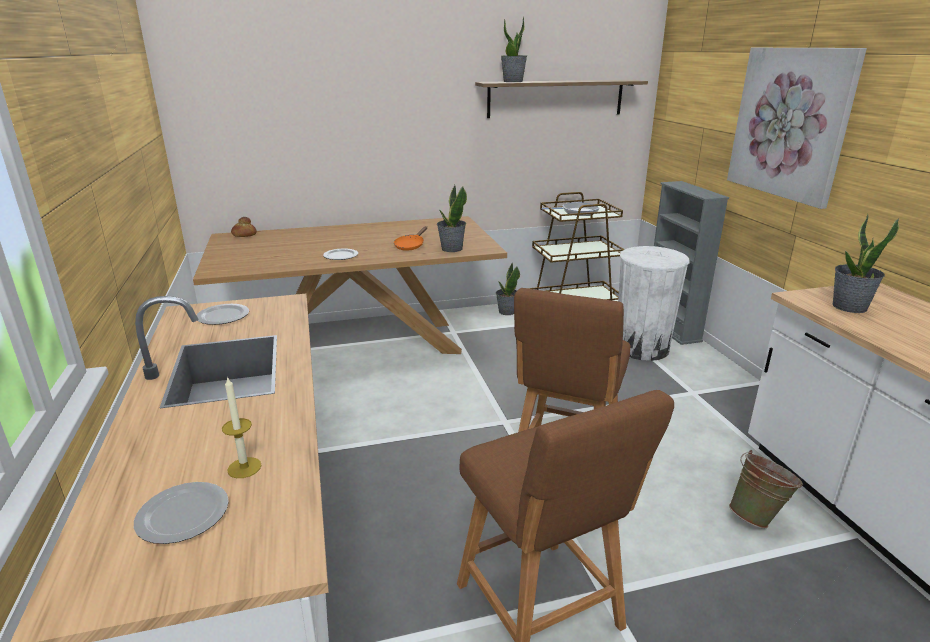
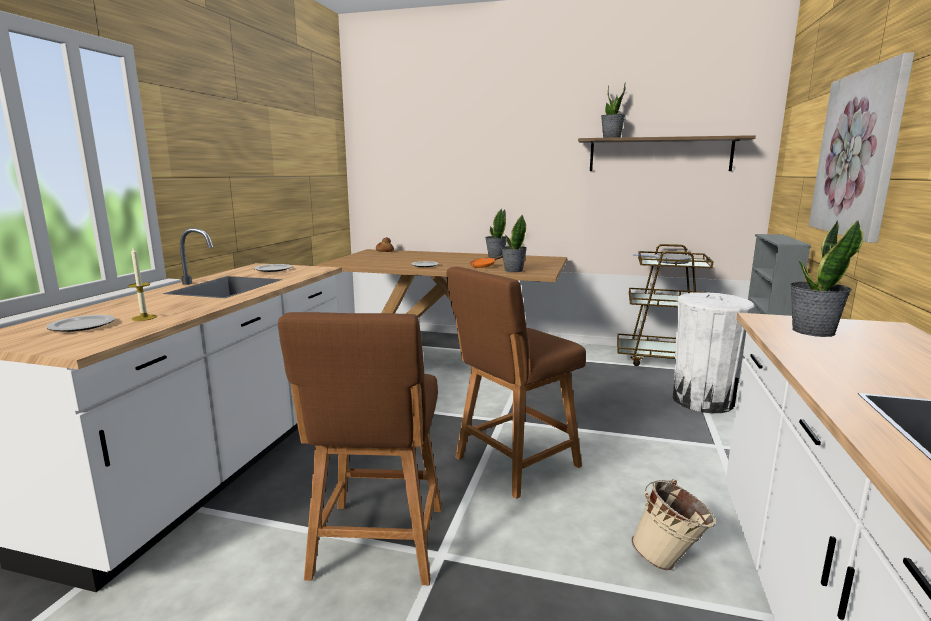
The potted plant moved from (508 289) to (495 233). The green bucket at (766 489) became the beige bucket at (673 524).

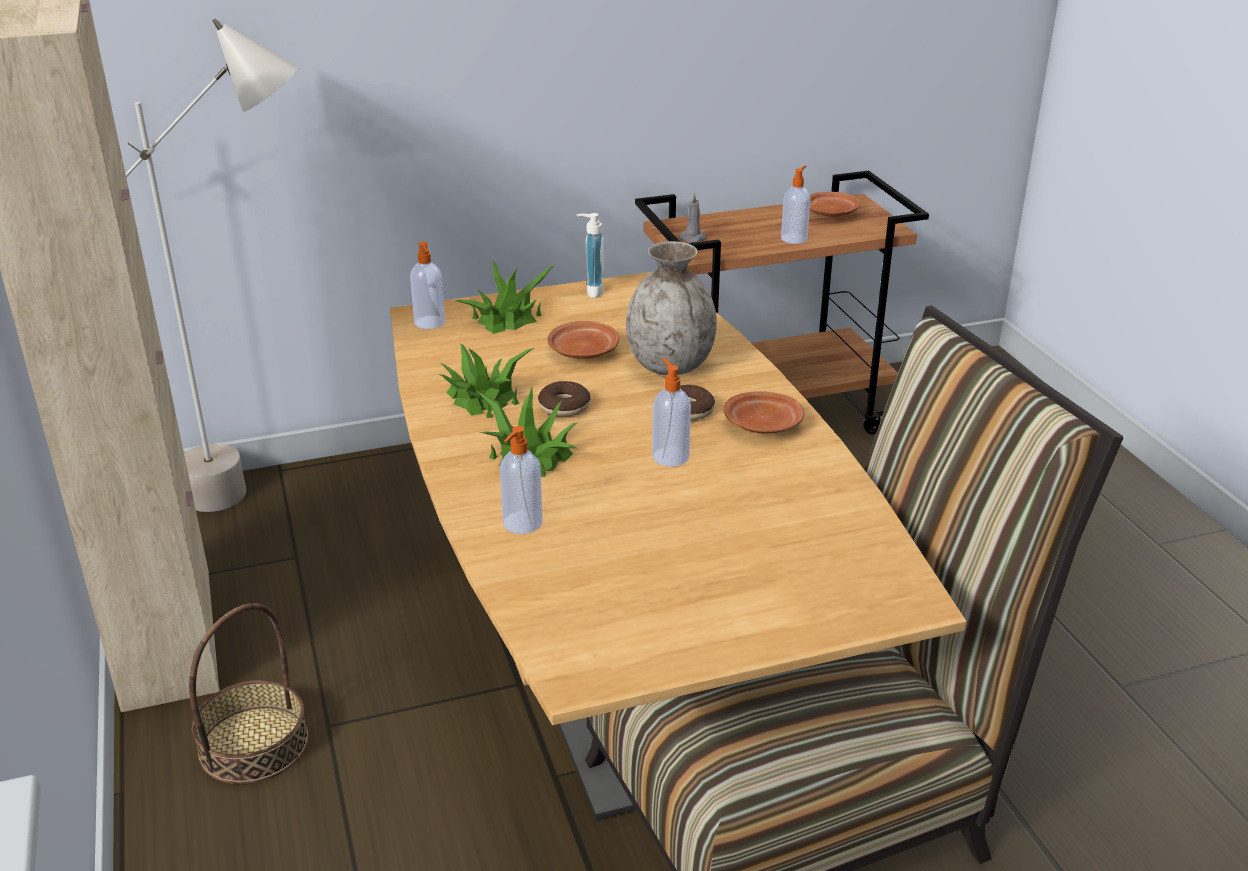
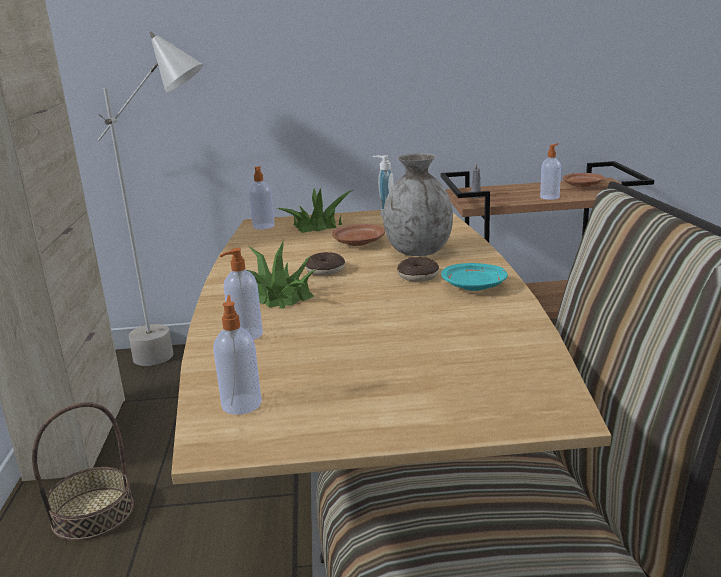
The potted plant at (486 380) disappeared. The soap dispenser moved from (671 412) to (237 355). The brown plate at (763 412) became the turquoise plate at (474 277).

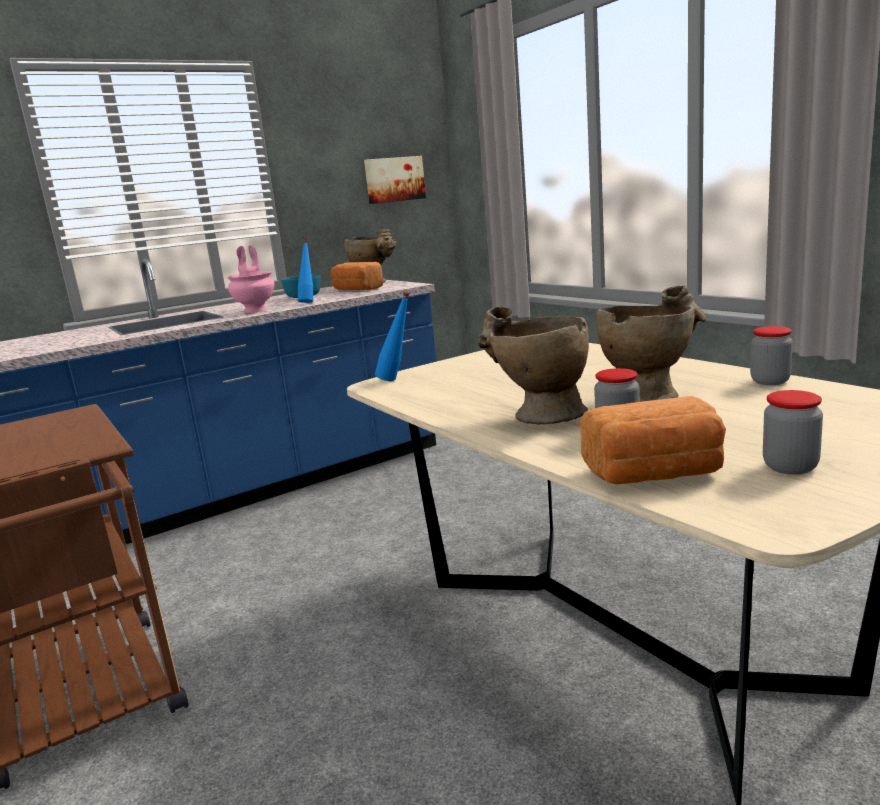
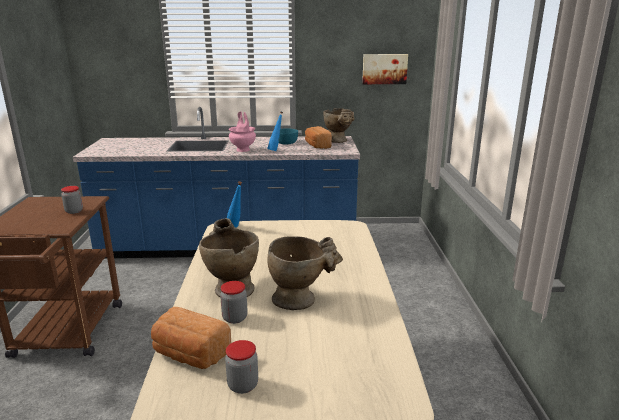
The jar moved from (771 355) to (72 200).

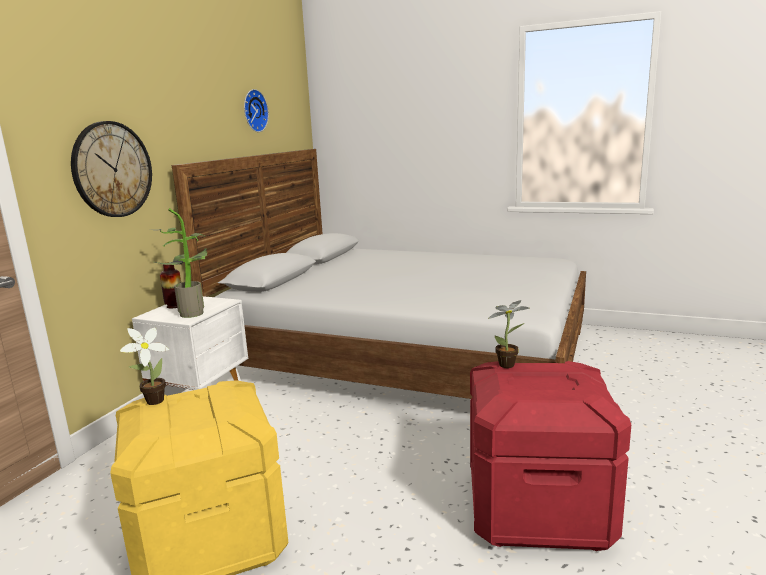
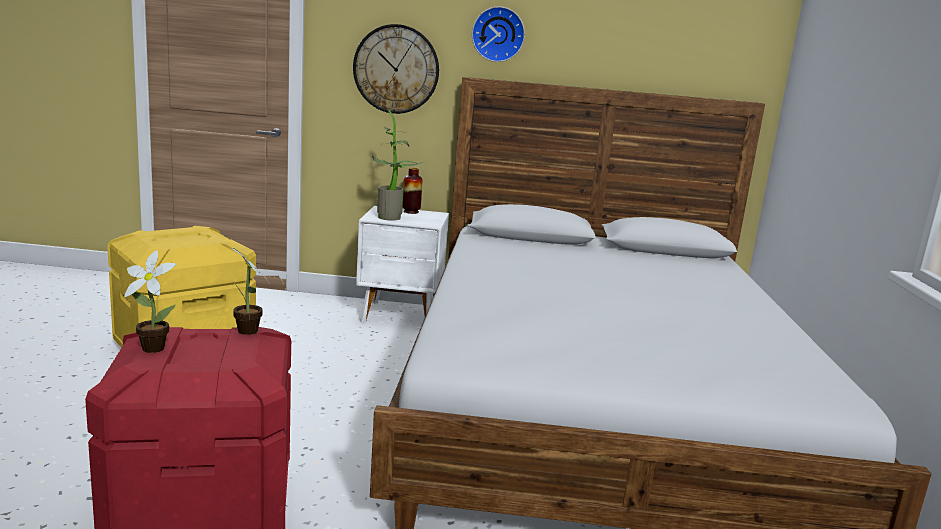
The potted plant moved from (144 366) to (150 301). The wall clock moved from (256 110) to (498 34).

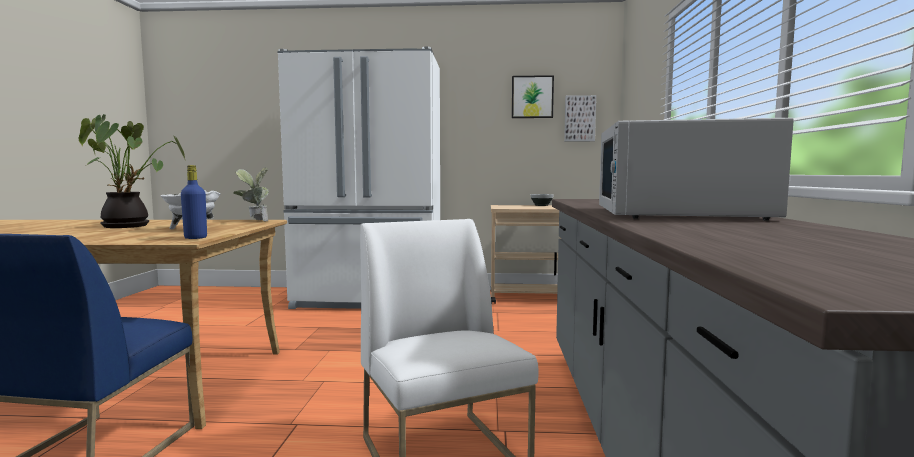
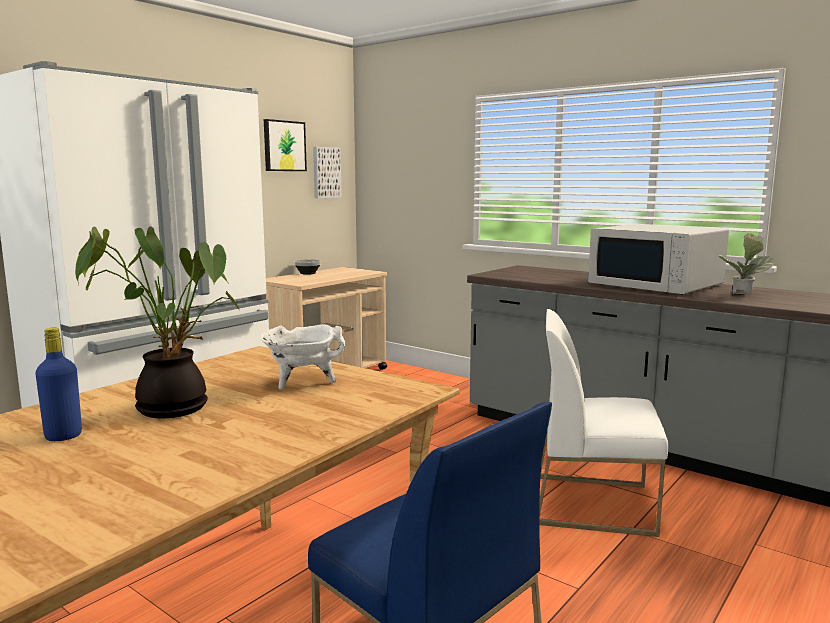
The blue bottle moved from (194 202) to (58 384). The potted plant moved from (251 195) to (746 263).

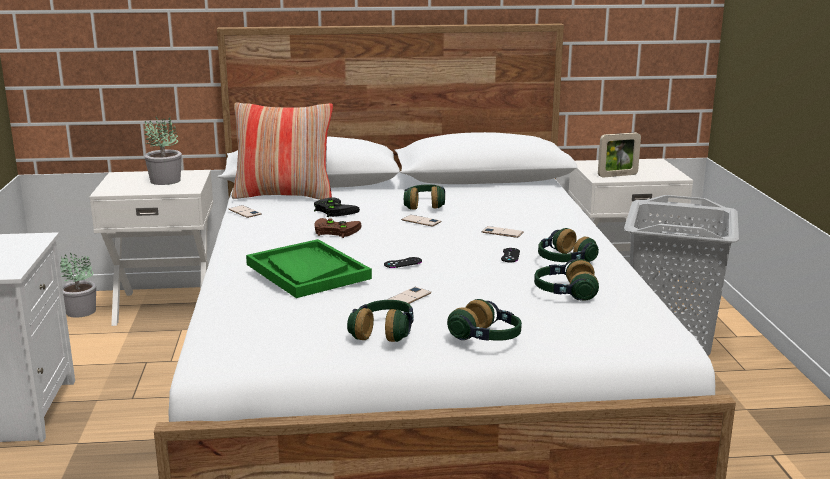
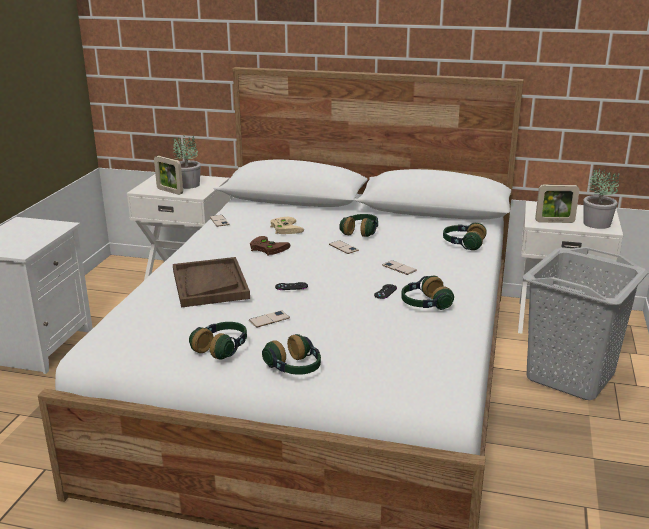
The potted plant moved from (78 285) to (601 198). The pillow at (282 151) disappeared. The green tray at (309 268) became the brown tray at (211 282). The black game controller at (337 207) became the beige game controller at (287 225). The headphones moved from (566 280) to (465 236). The picture frame at (168 175) appeared.

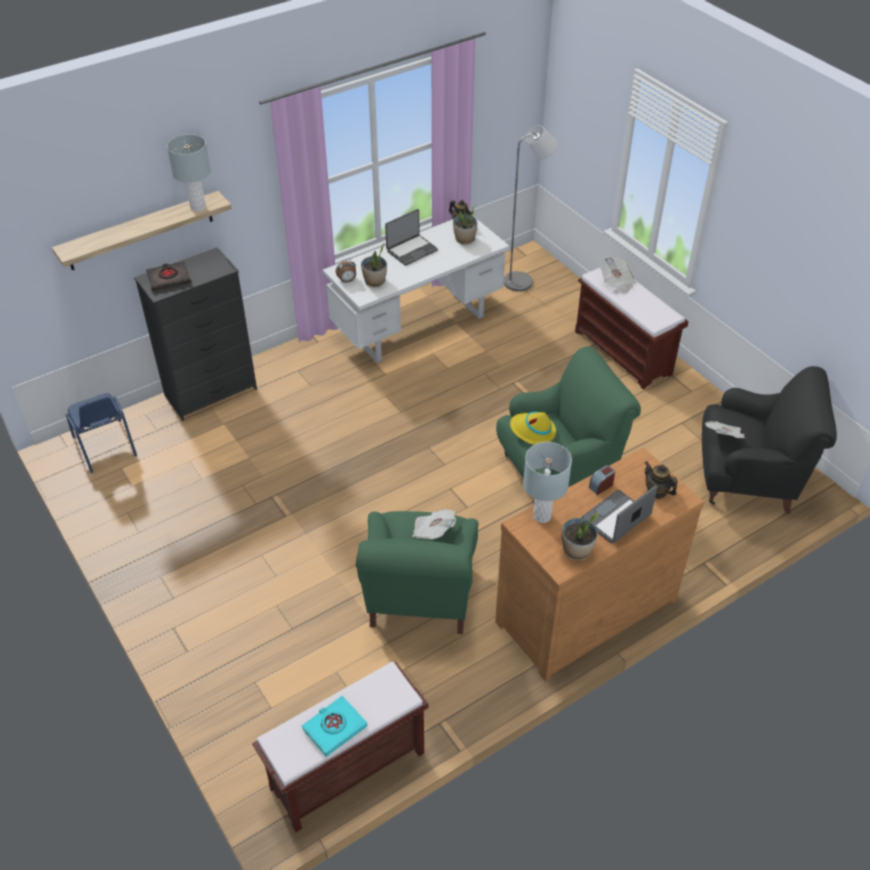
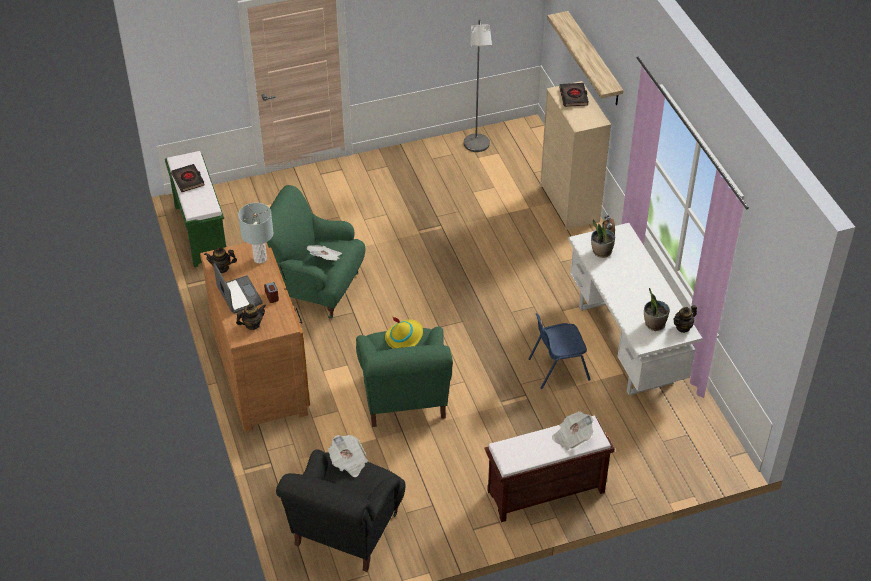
The blue chair moved from (101 433) to (559 351). The black dresser at (195 334) became the beige dresser at (575 155). The grey table lamp at (189 173) disappeared. The brown bench at (340 746) became the green bench at (195 209). The turquoise book at (334 726) became the black book at (188 178). The laptop at (411 237) disappeared. The grey floor lamp moved from (530 208) to (478 86). The potted plant at (581 536) was replaced by the teapot at (220 260).

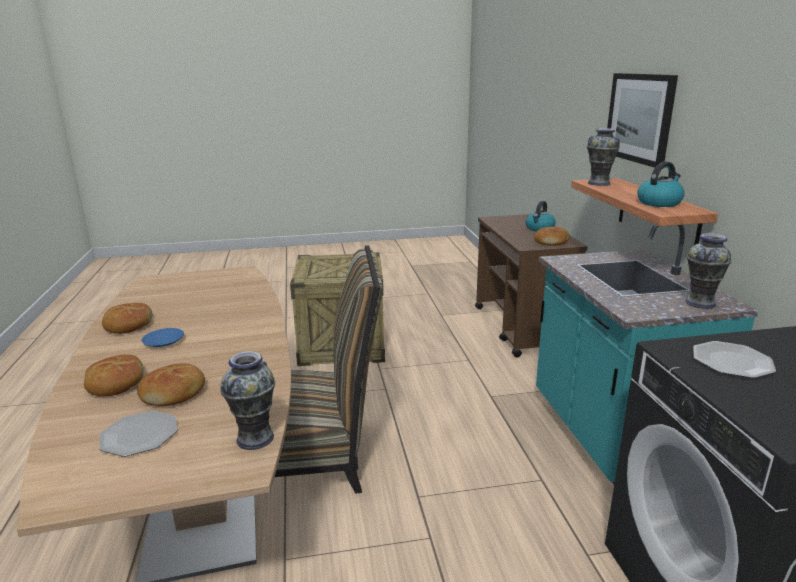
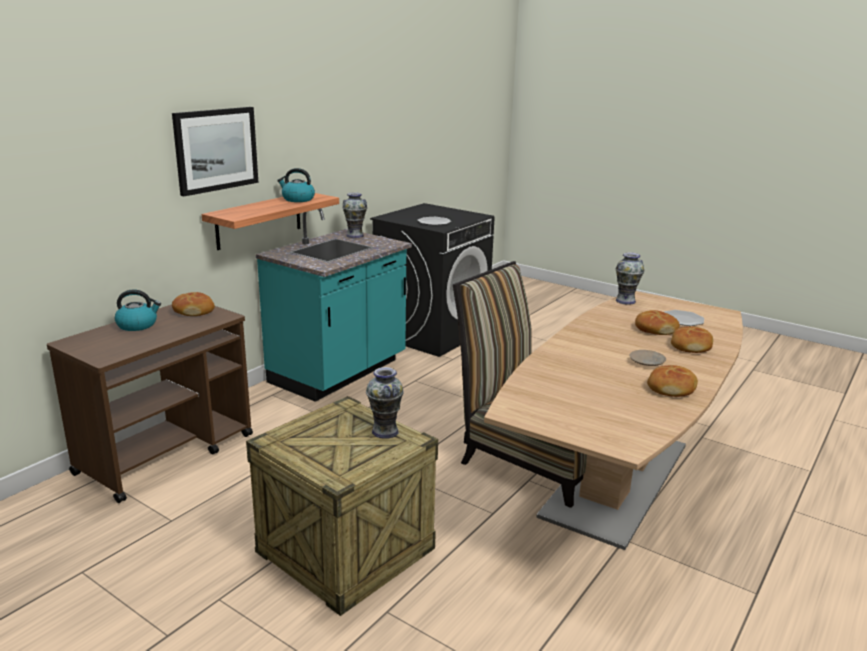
The blue plate at (162 337) became the beige plate at (647 358). The vase moved from (603 157) to (385 403).

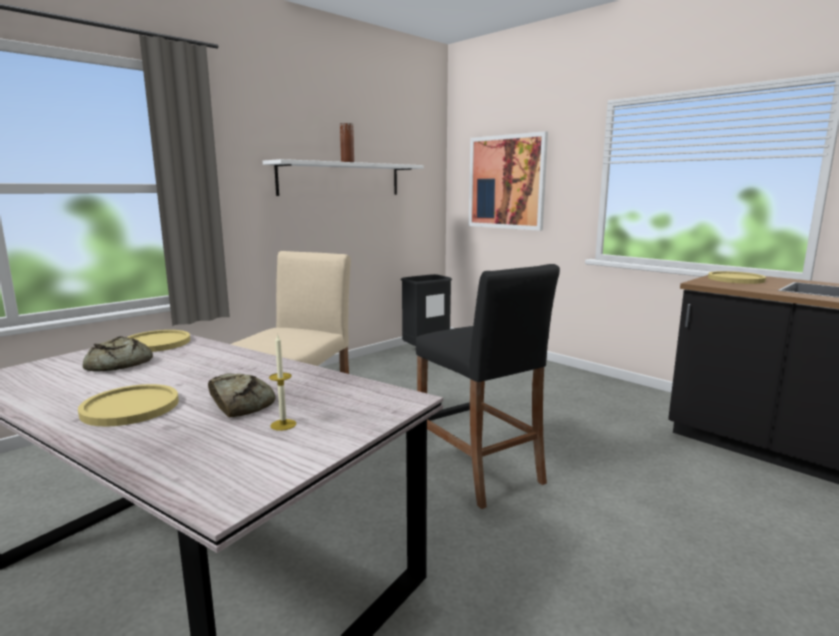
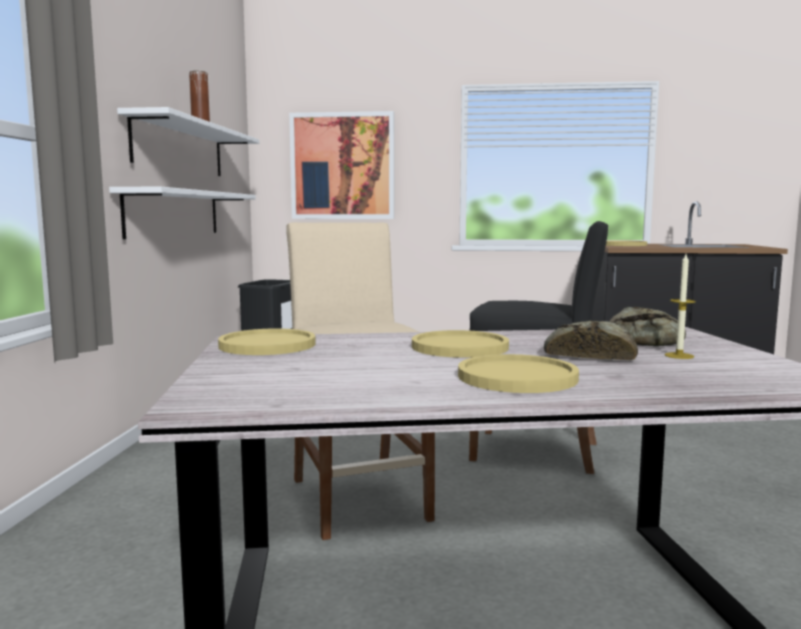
The bread moved from (118 353) to (648 326). The white shelf at (182 213) appeared. The yellow plate at (460 344) appeared.

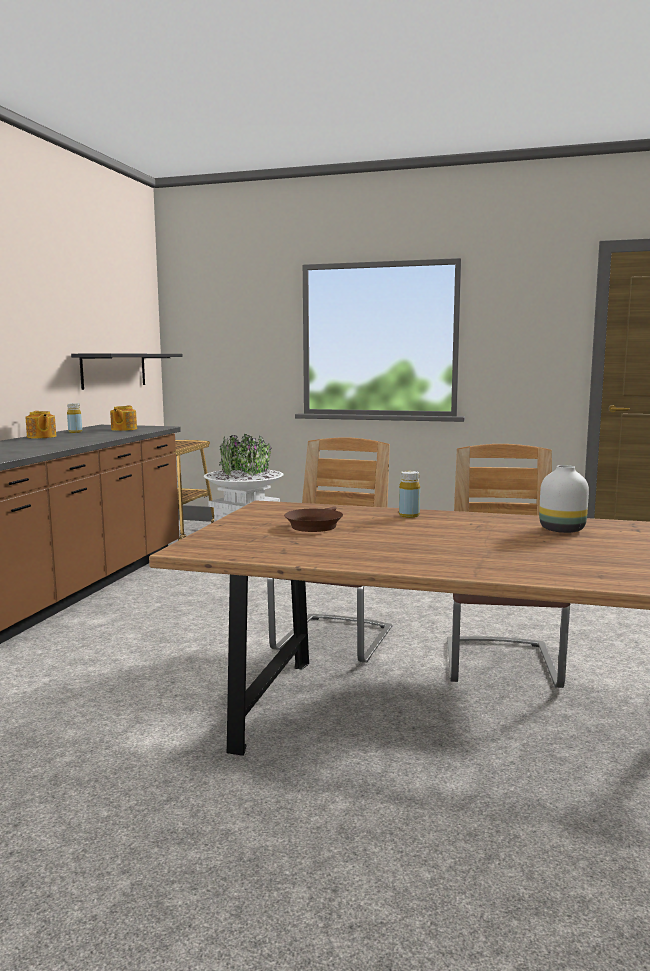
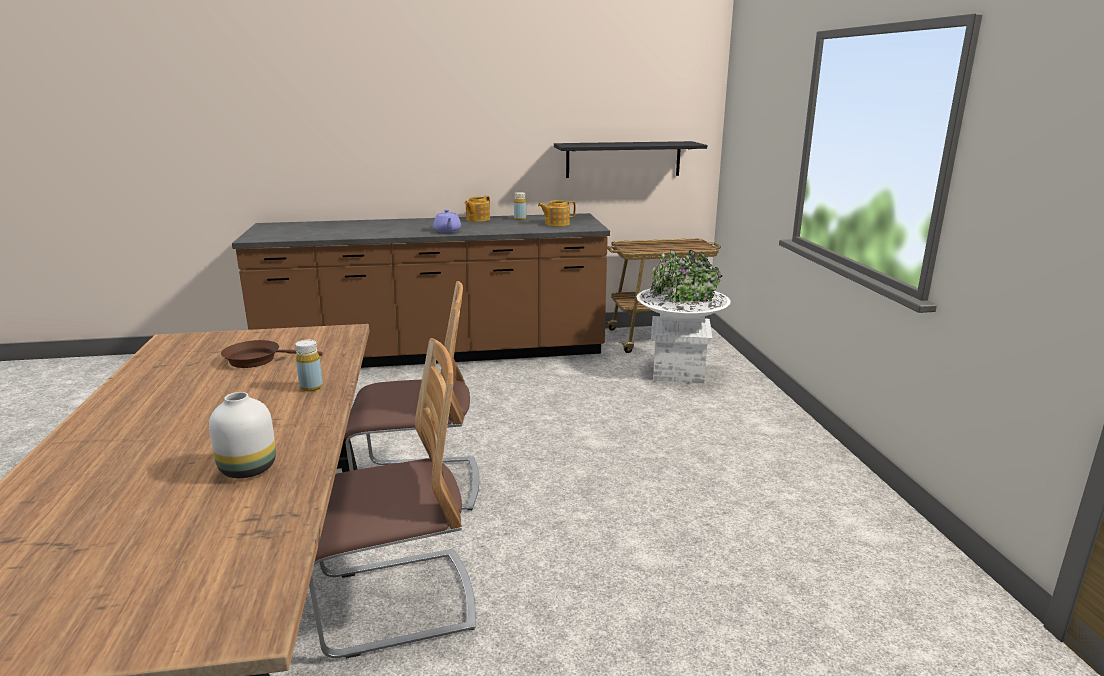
The purple teapot at (447 221) appeared.

